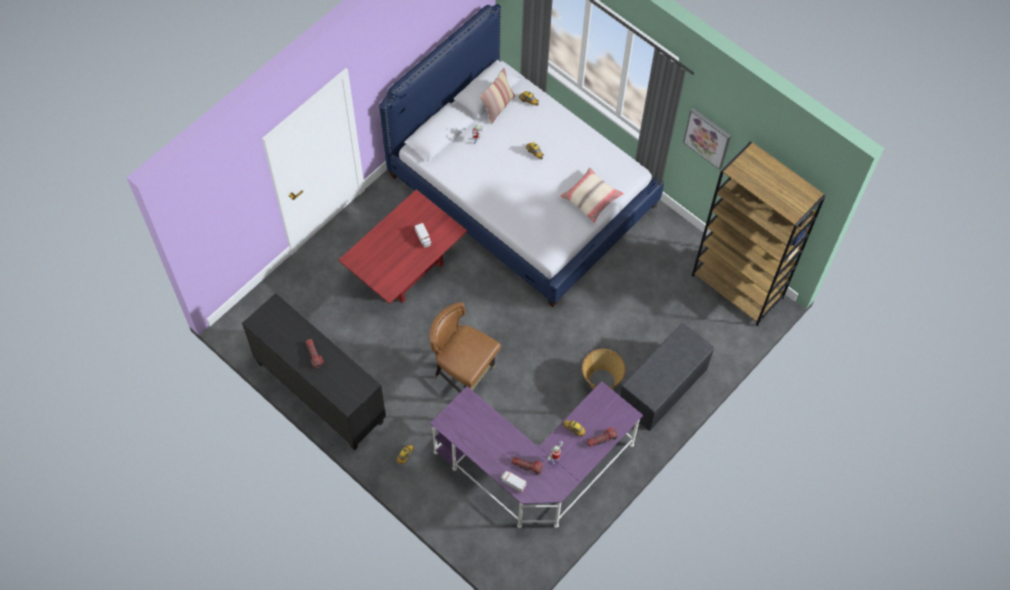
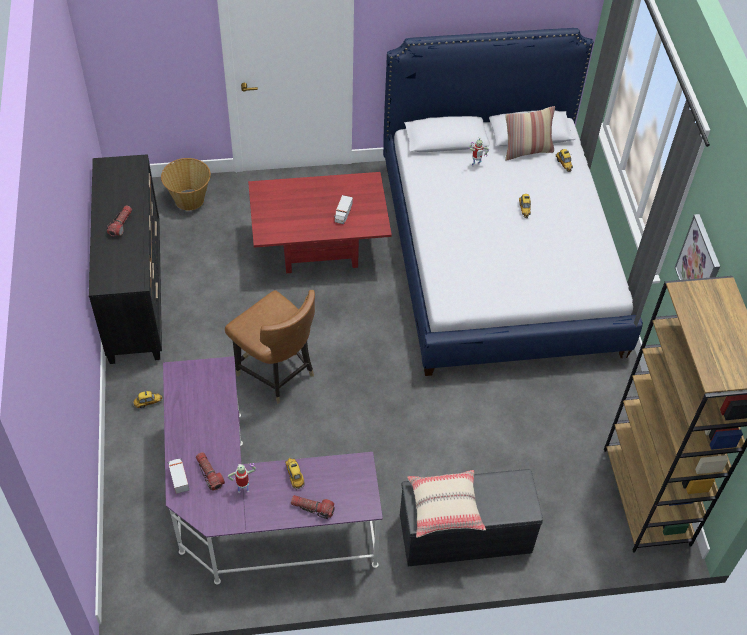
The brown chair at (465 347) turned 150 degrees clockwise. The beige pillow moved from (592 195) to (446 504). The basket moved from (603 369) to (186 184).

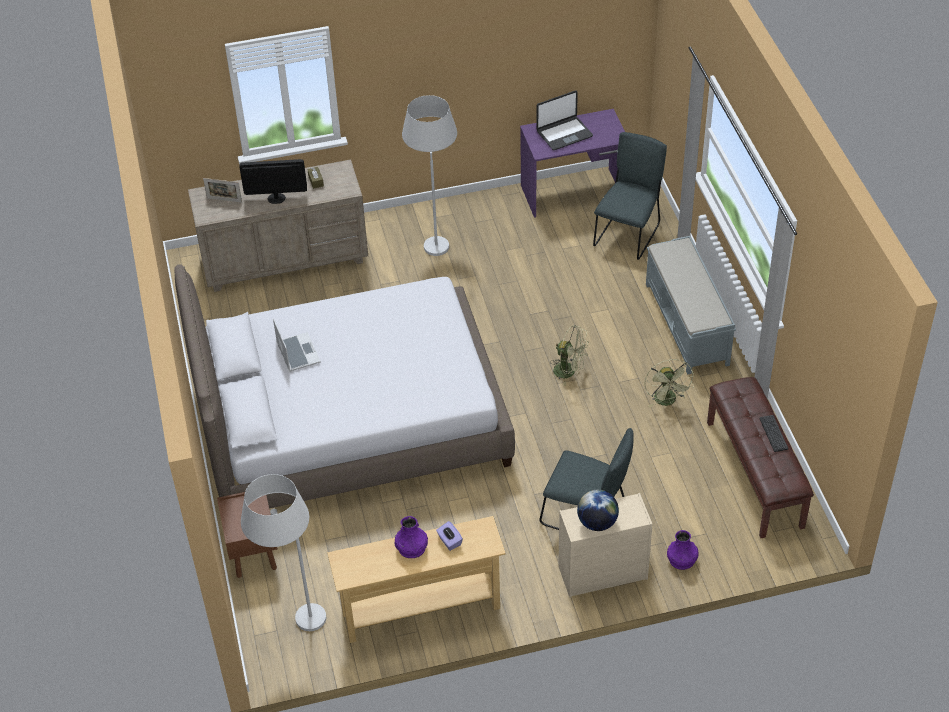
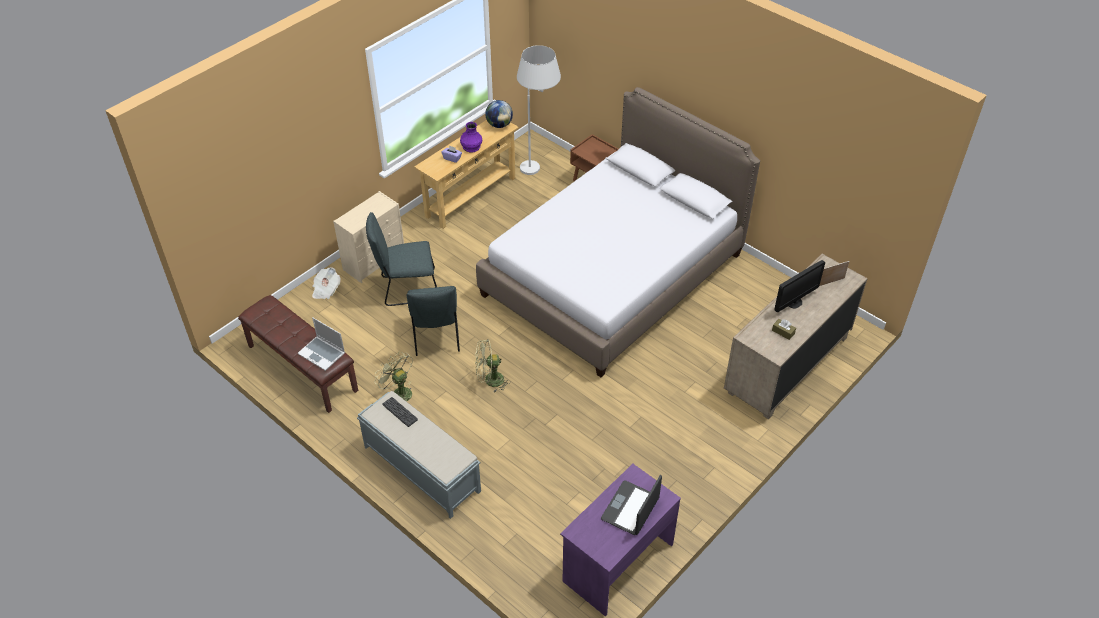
The laptop moved from (297 345) to (321 344). The white floor lamp at (429 175) disappeared. The globe moved from (598 510) to (499 114). The grey chair moved from (630 196) to (433 321). The purple vase at (683 550) was replaced by the newspaper at (326 283). The keyboard moved from (774 433) to (400 412).

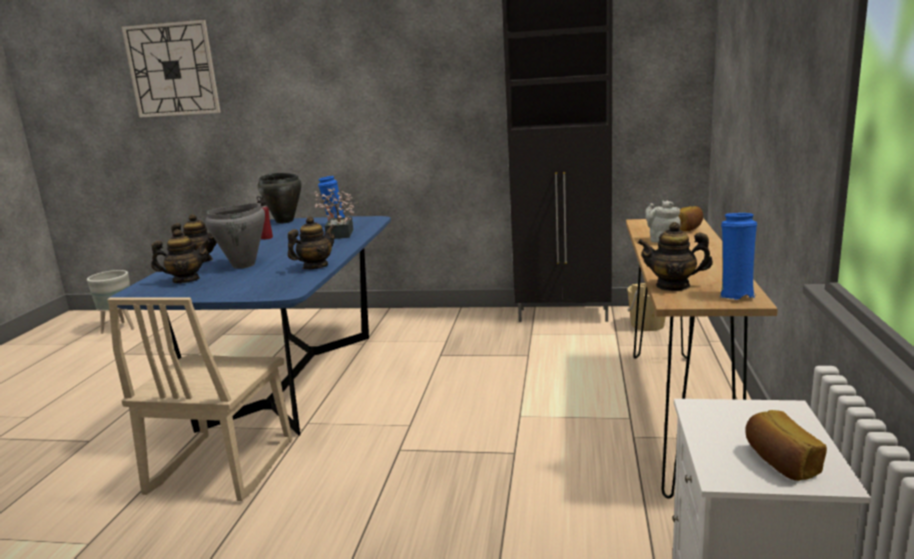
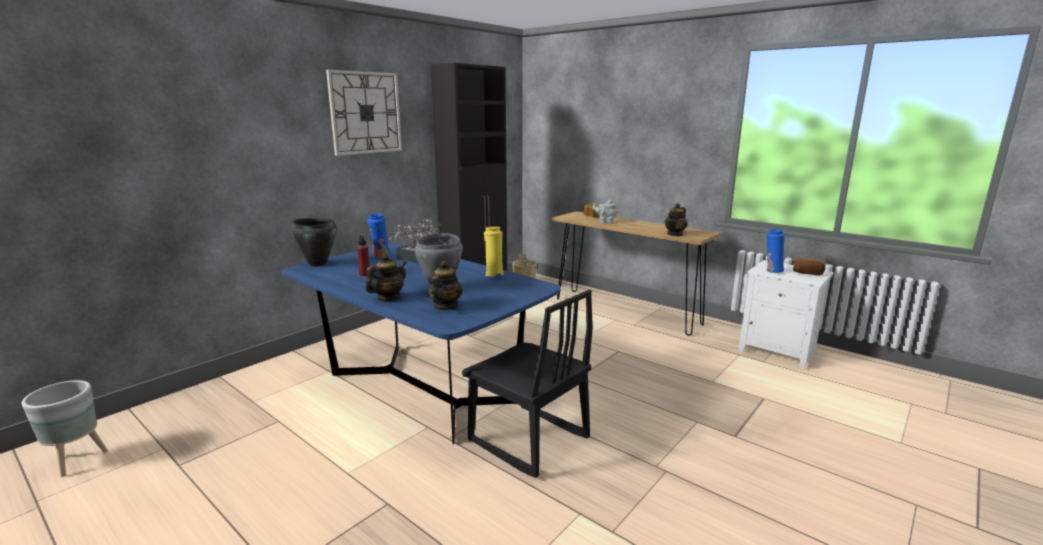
The beige chair at (200 399) became the black chair at (527 384). The wall clock moved from (171 69) to (364 113). The teapot at (311 242) was replaced by the yellow vase at (494 252). The blue vase moved from (738 256) to (776 251).

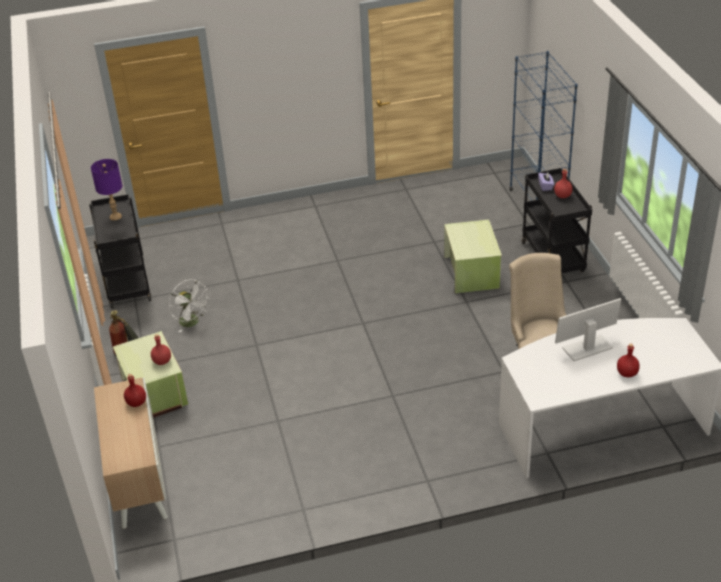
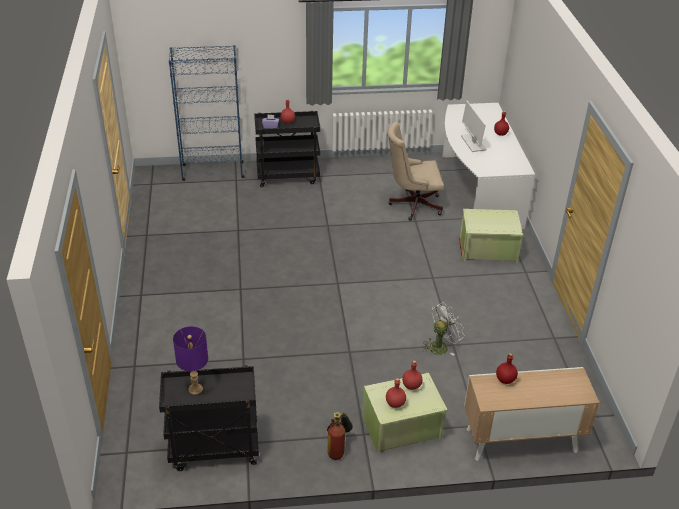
The white fan moved from (190 305) to (444 329). The green storage box moved from (473 256) to (491 236). The red bottle at (396 393) appeared.

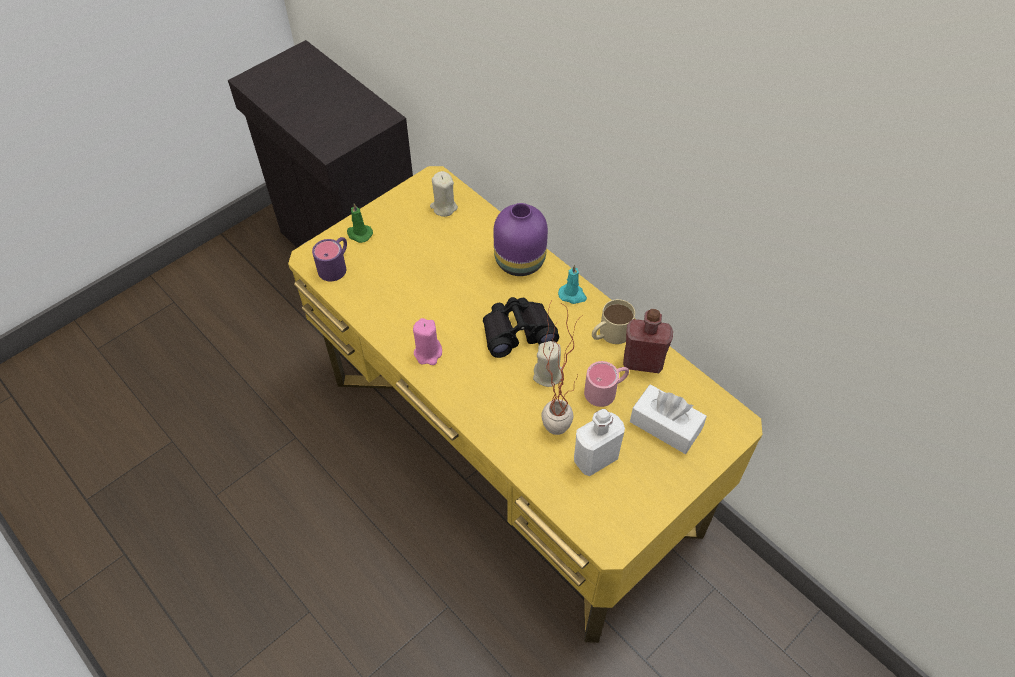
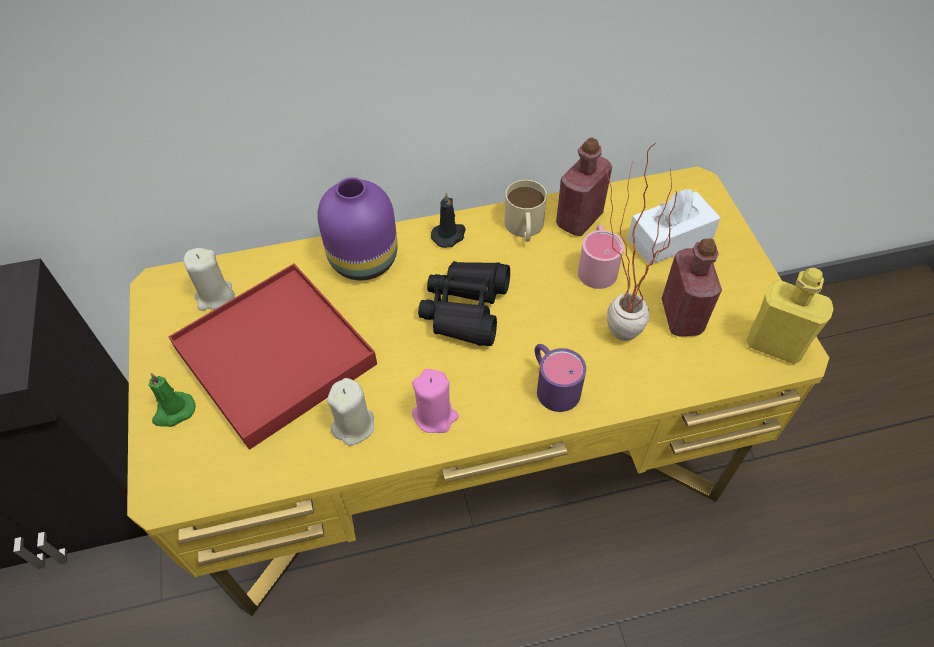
The purple mug moved from (329 259) to (560 378). The beige candle moved from (547 364) to (350 412). The turquoise candle at (572 284) became the black candle at (448 220). The white bottle at (599 442) became the red bottle at (692 287). The red tray at (273 356) appeared. The yellow bottle at (790 316) appeared.

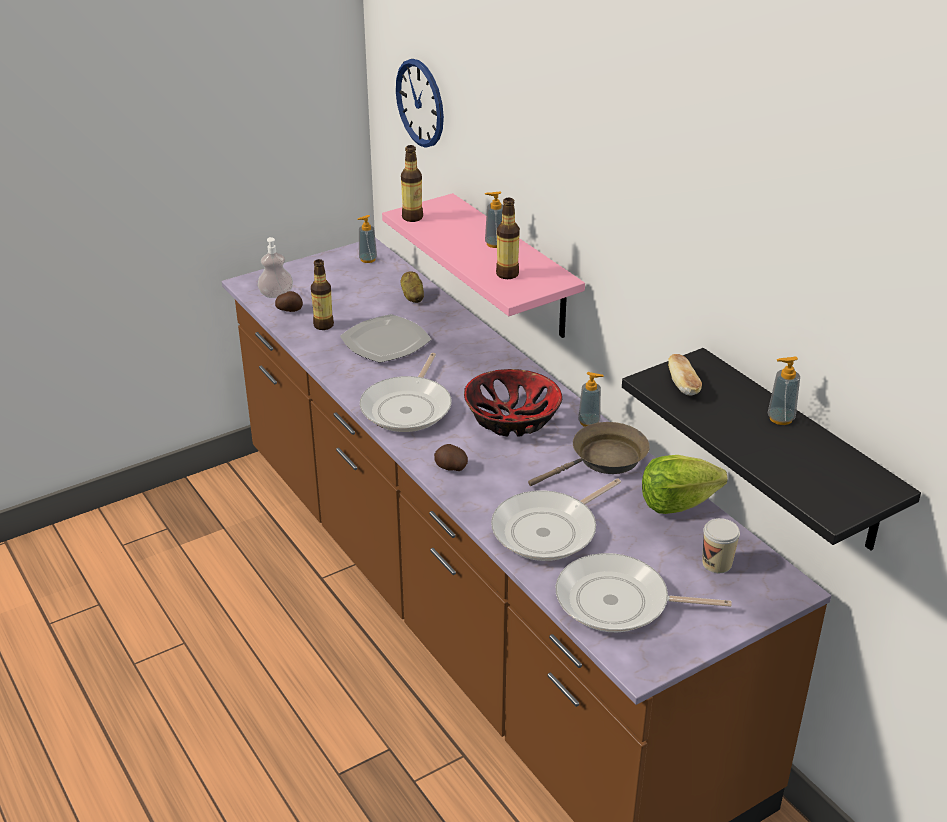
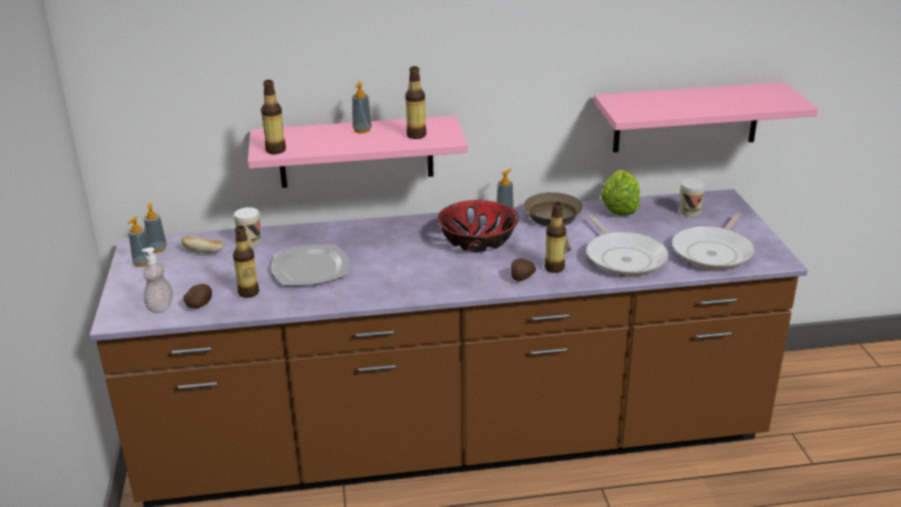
The frying pan at (406 392) disappeared. The wall clock at (420 103) disappeared. The potato at (412 287) was replaced by the cup at (247 227). The black shelf at (771 449) became the pink shelf at (706 117). The bread moved from (685 375) to (202 245). The soap dispenser moved from (784 391) to (138 241). The bottle at (555 237) appeared.

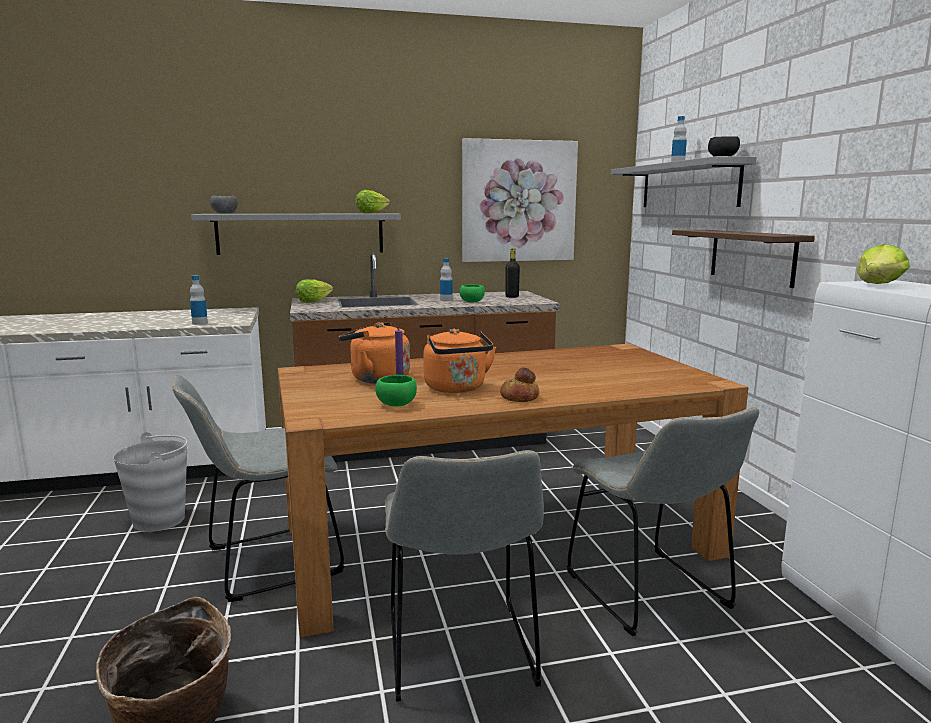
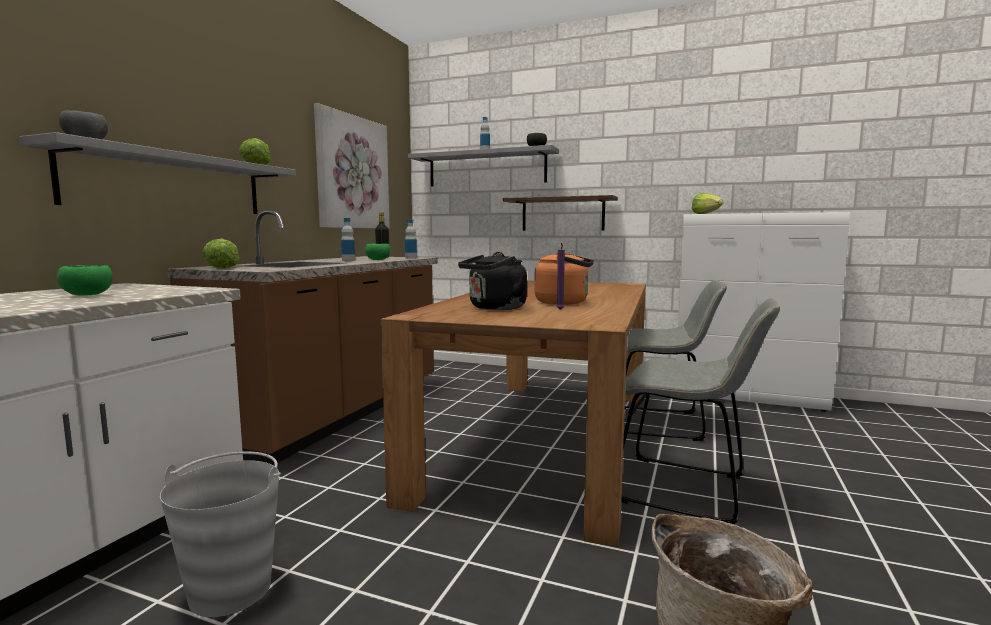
The grey chair at (259 488) disappeared. The bottle moved from (199 300) to (411 239). The orange kettle at (374 353) became the black kettle at (492 281). The green bowl moved from (396 391) to (85 280). The bread at (519 385) disappeared.

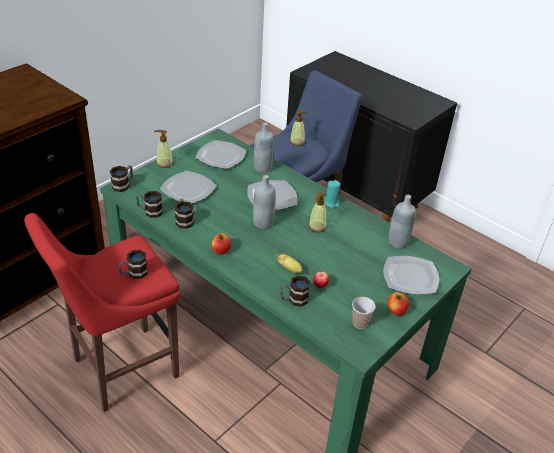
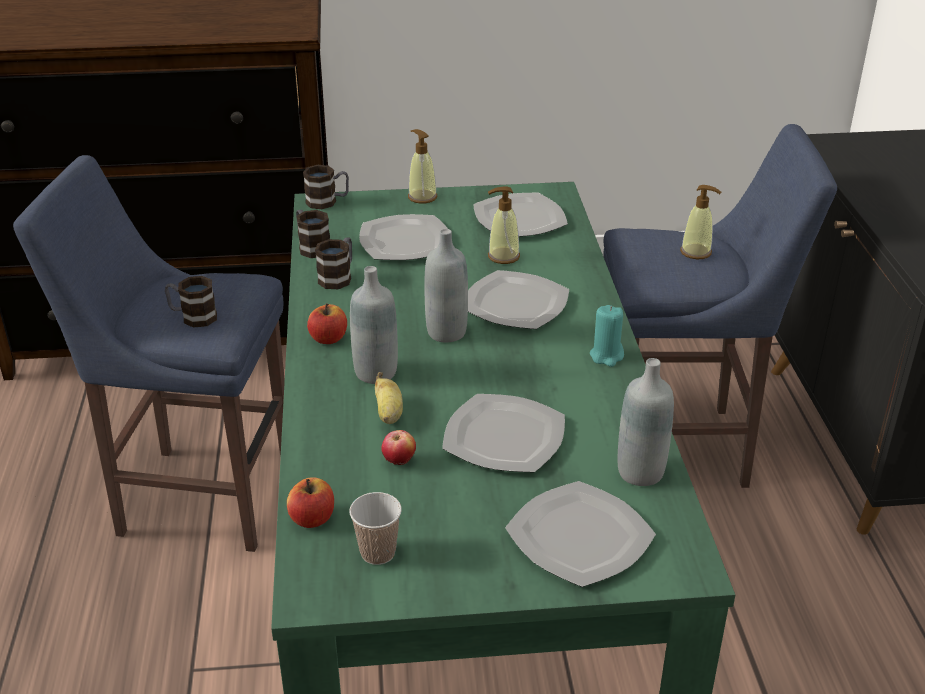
The red stool at (102 312) became the blue stool at (149 353). The grey bottle moved from (264 147) to (374 325). The mug at (295 291) disappeared. The soap dispenser moved from (317 212) to (504 225). The apple moved from (398 303) to (310 502). The plate at (503 433) appeared.

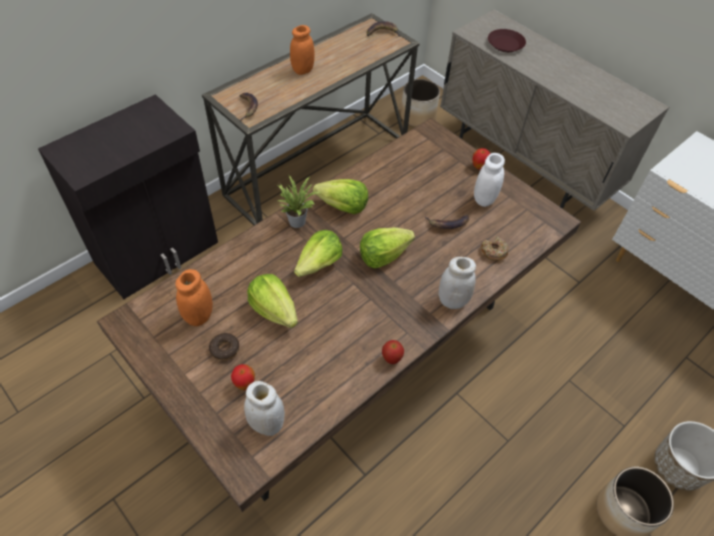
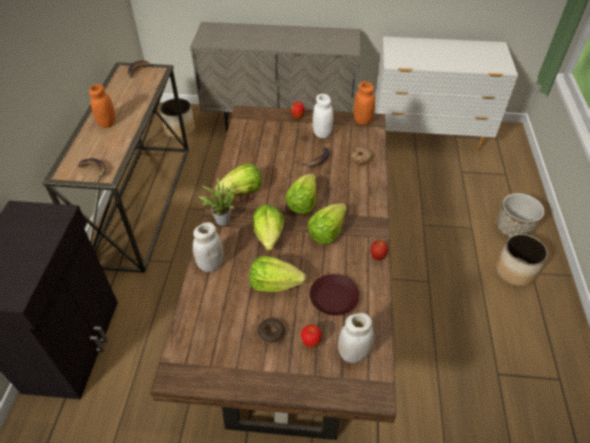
The orange jar moved from (194 298) to (364 103). The white jar moved from (457 283) to (208 247). The brown plate moved from (507 40) to (334 295). The lettuce at (327 224) appeared.

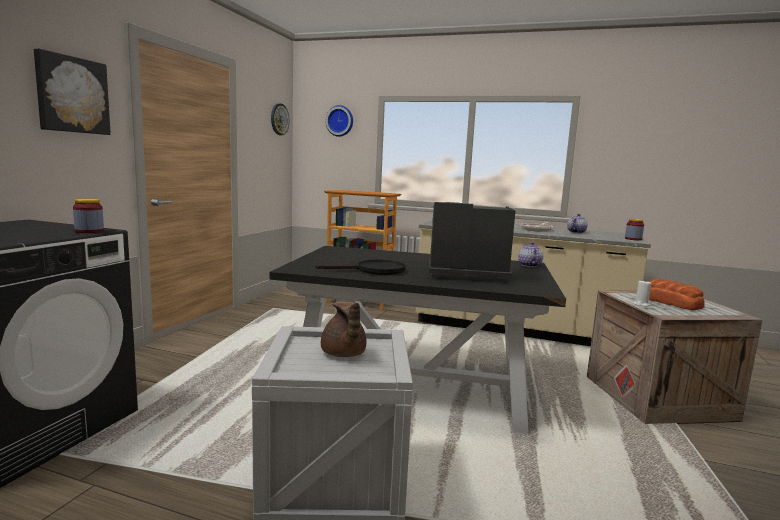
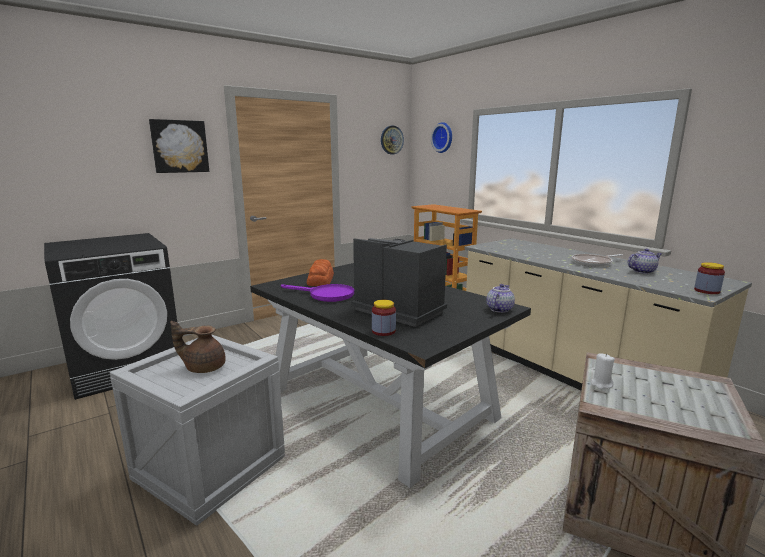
The jar moved from (88 216) to (384 318). The black frying pan at (360 267) became the purple frying pan at (317 293). The brown teapot at (343 329) turned 75 degrees clockwise. The bread moved from (677 295) to (320 272).

